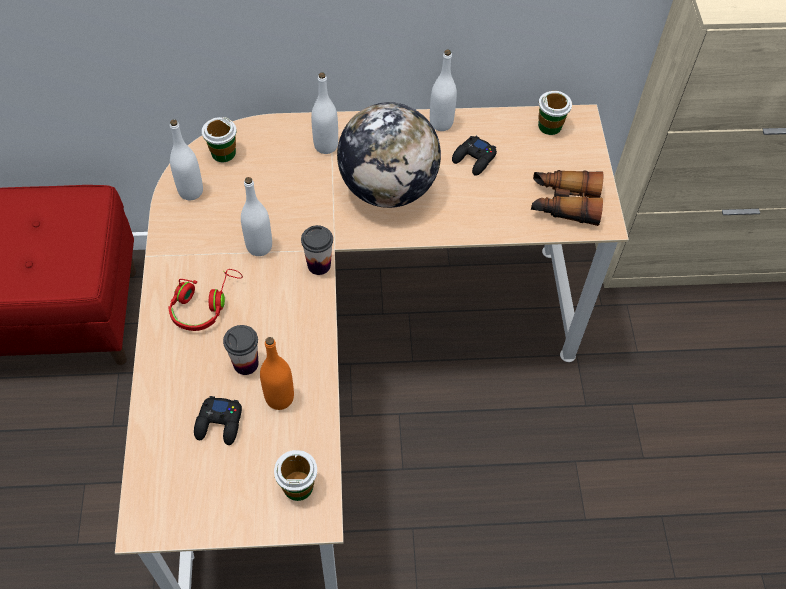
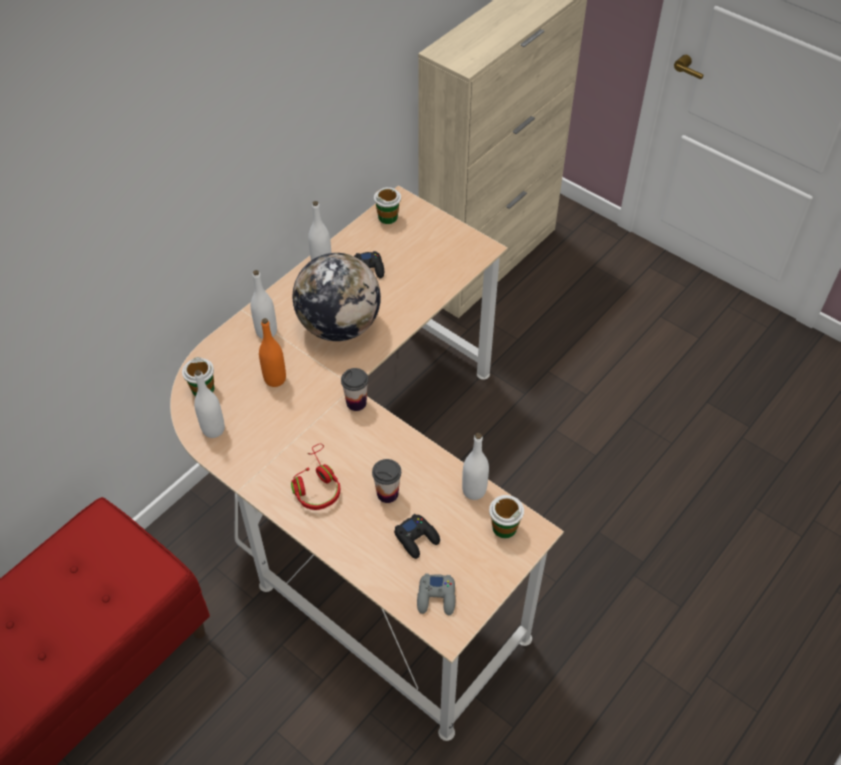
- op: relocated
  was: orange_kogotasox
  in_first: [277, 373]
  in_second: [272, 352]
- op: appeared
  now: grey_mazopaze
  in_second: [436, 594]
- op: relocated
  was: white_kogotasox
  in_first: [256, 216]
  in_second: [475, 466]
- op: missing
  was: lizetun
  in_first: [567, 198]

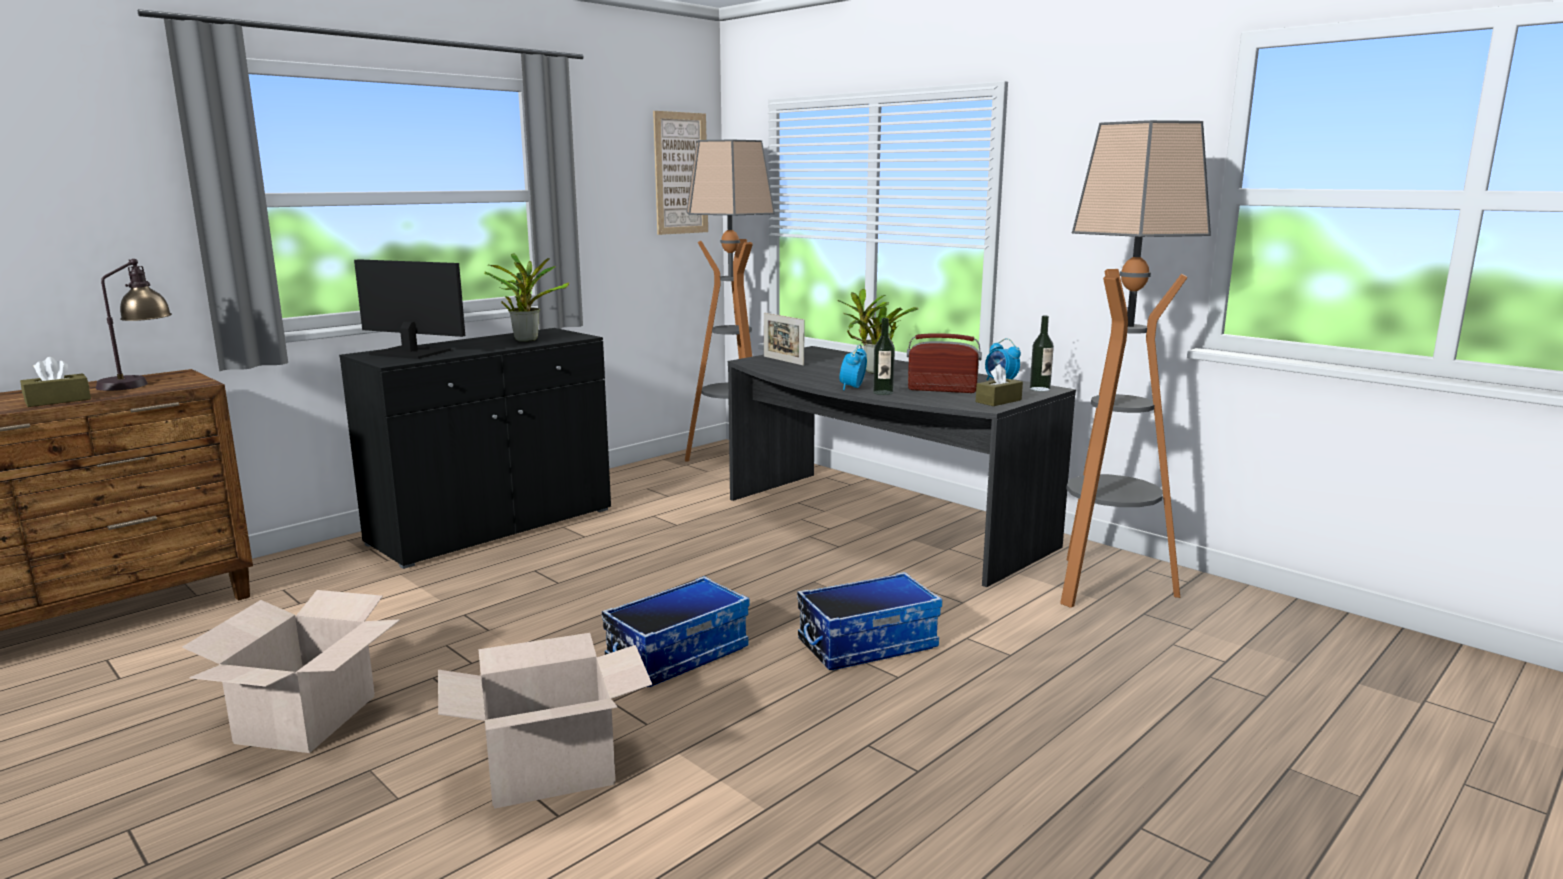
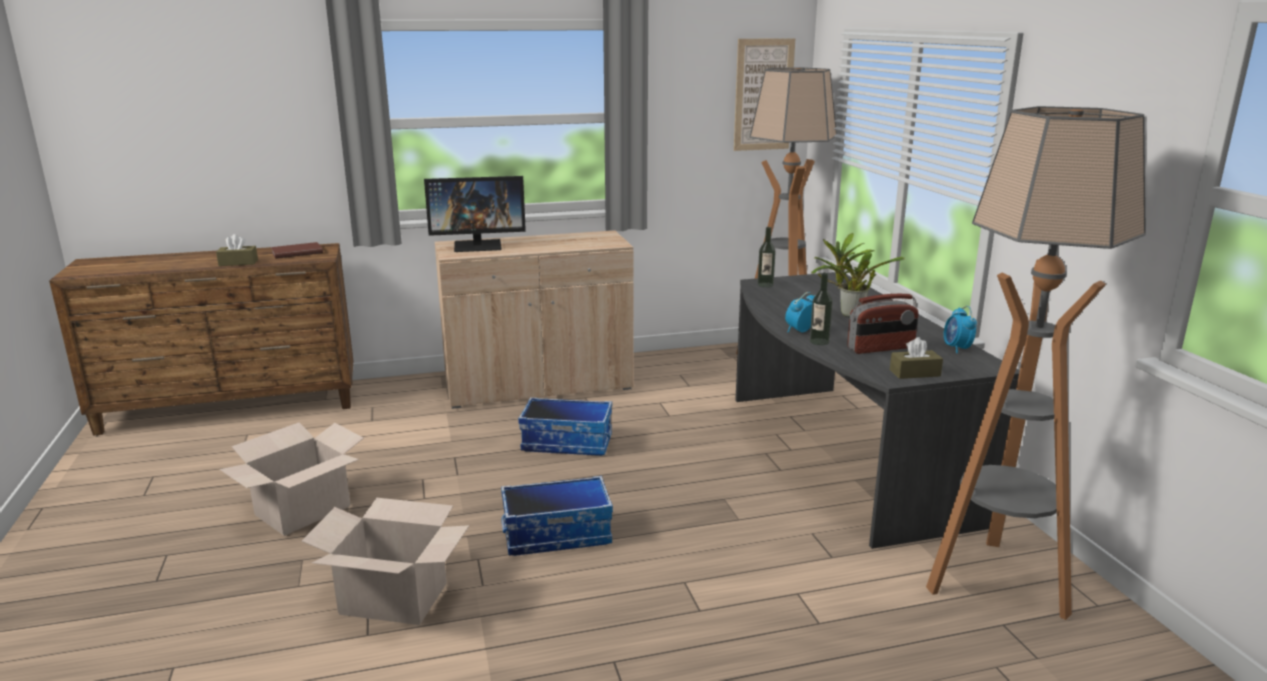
- op: exchanged
  was: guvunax
  now: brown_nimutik
  in_first: [134, 325]
  in_second: [297, 250]
- op: spun
  was: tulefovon
  in_first: [409, 309]
  in_second: [475, 214]
  clockwise: 120
- op: colour
  was: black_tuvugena
  now: beige_tuvugena
  in_first: [475, 448]
  in_second: [534, 319]
- op: relocated
  was: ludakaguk
  in_first: [869, 621]
  in_second: [565, 426]
- op: relocated
  was: kogotasox
  in_first: [1042, 353]
  in_second: [766, 257]
- op: spun
  was: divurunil
  in_first: [944, 363]
  in_second: [883, 324]
  clockwise: 120
- op: missing
  was: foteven
  in_first: [526, 297]
- op: missing
  was: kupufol
  in_first: [784, 339]

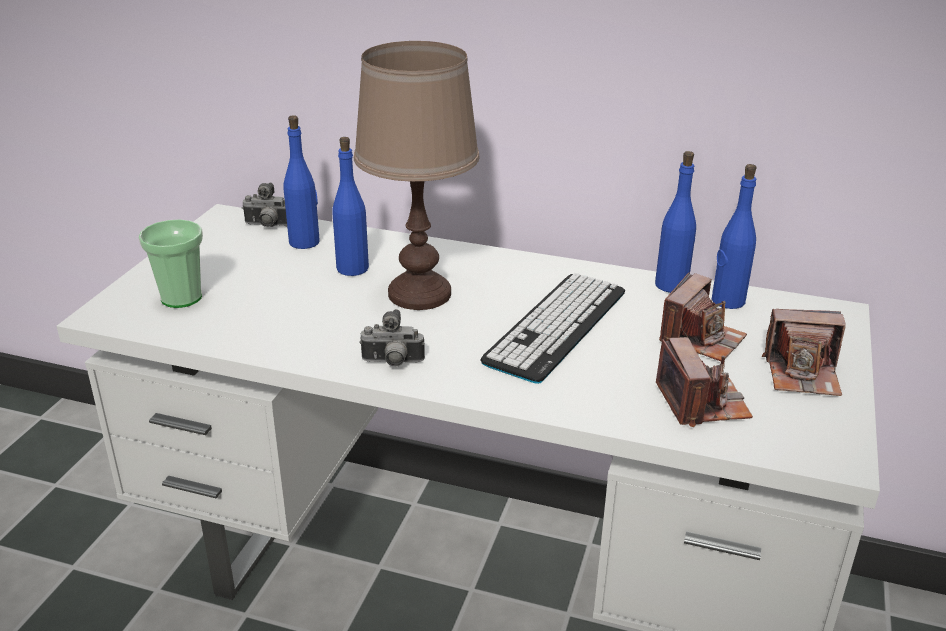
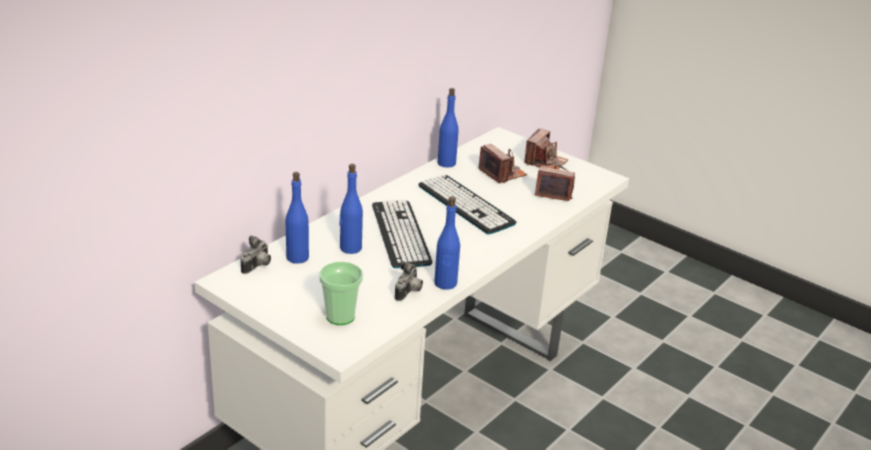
- op: exchanged
  was: brown_guvunax
  now: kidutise
  in_first: [417, 175]
  in_second: [402, 234]
- op: relocated
  was: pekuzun
  in_first: [392, 338]
  in_second: [409, 281]
- op: relocated
  was: blue_kogotasox
  in_first: [734, 236]
  in_second: [447, 243]

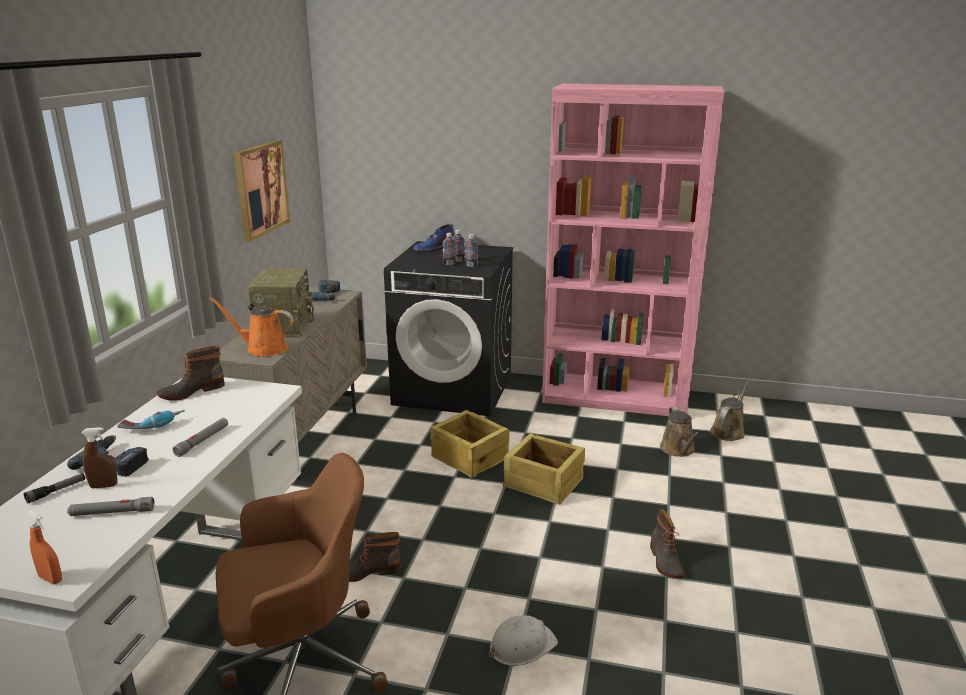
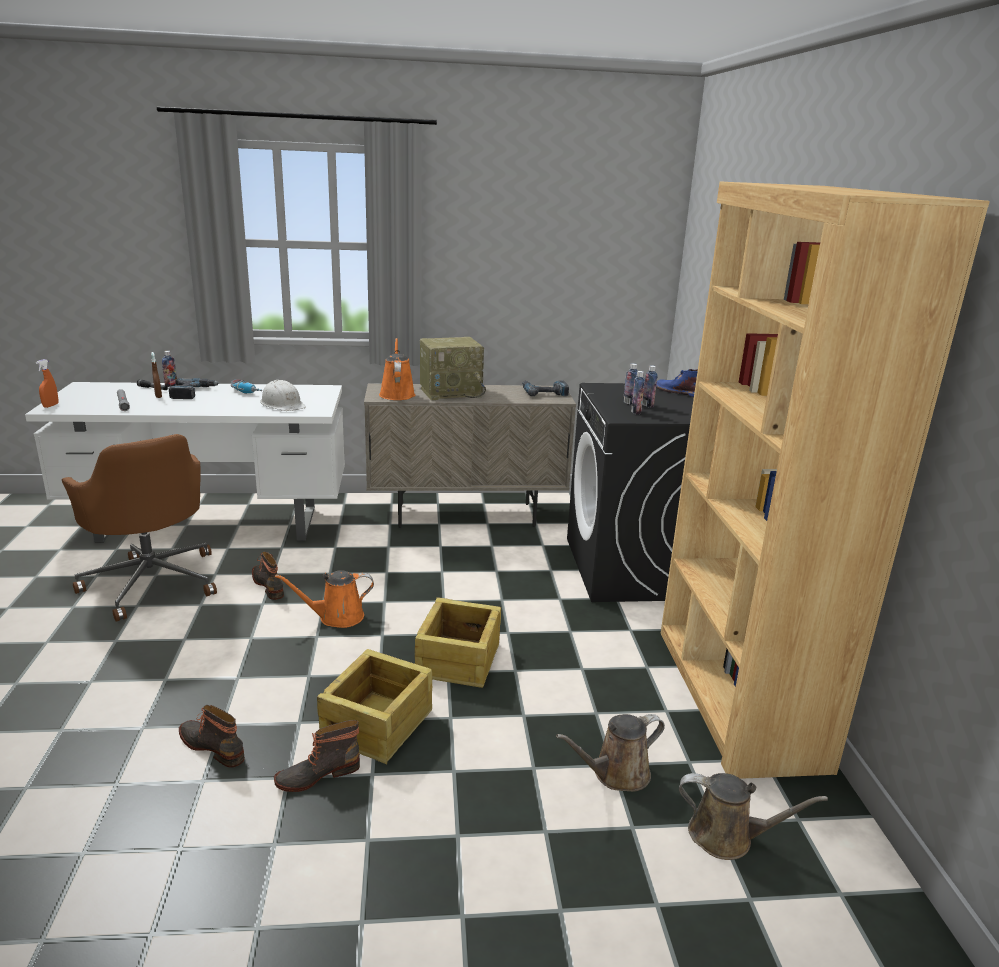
- op: appeared
  now: kogotasox
  in_second: [169, 369]
- op: relocated
  was: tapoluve
  in_first: [191, 373]
  in_second: [212, 736]
- op: relocated
  was: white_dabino
  in_first: [523, 640]
  in_second: [283, 395]
- op: appeared
  now: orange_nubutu
  in_second: [324, 599]
- op: relocated
  was: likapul
  in_first: [469, 444]
  in_second: [374, 706]
- op: colour
  was: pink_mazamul
  now: brown_mazamul
  in_first: [633, 249]
  in_second: [825, 480]
- op: missing
  was: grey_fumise
  in_first: [200, 437]
- op: missing
  was: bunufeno
  in_first: [262, 191]

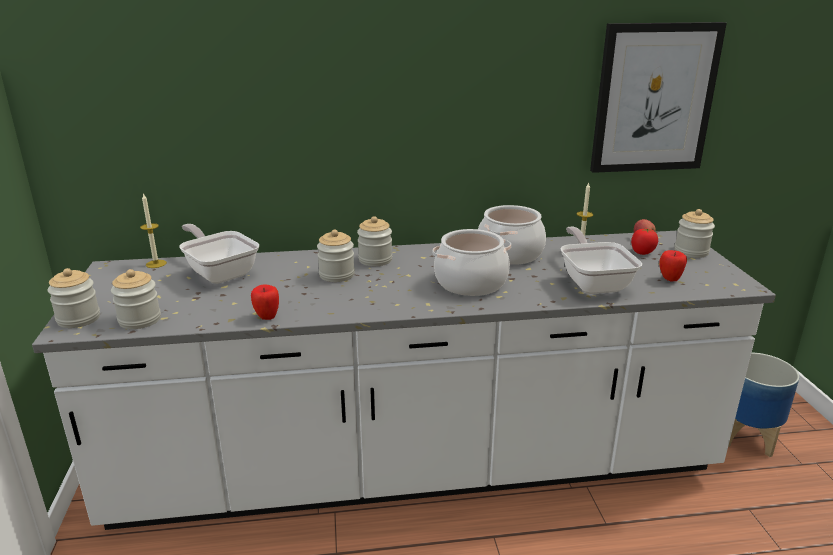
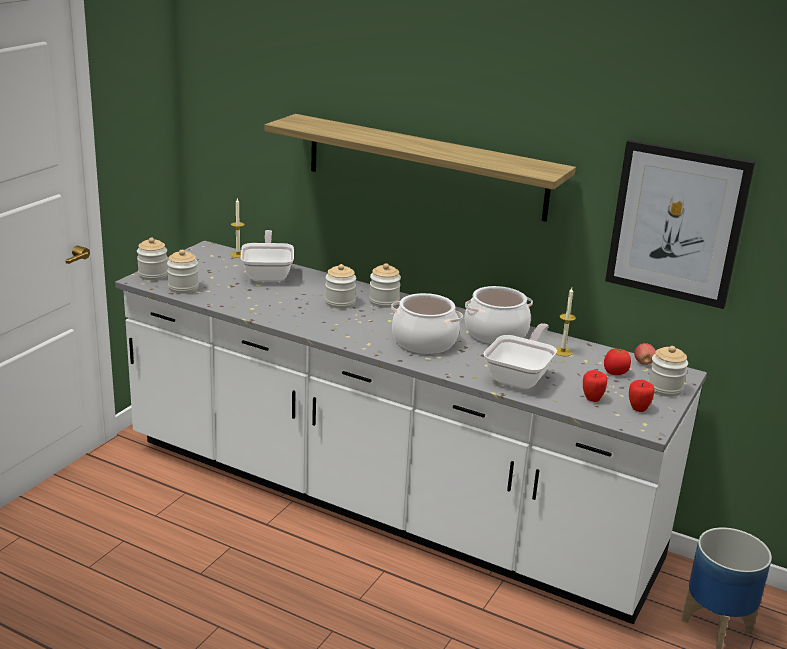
- op: appeared
  now: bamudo
  in_second: [420, 168]
- op: relocated
  was: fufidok
  in_first: [265, 302]
  in_second: [641, 396]

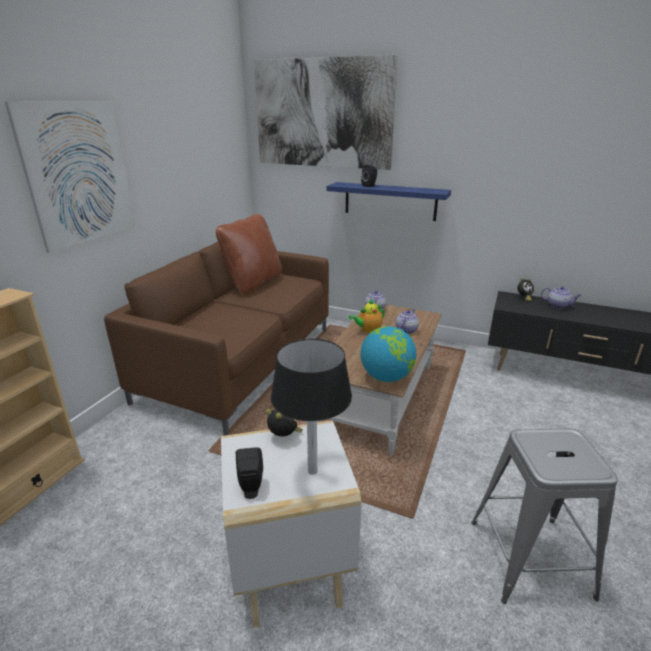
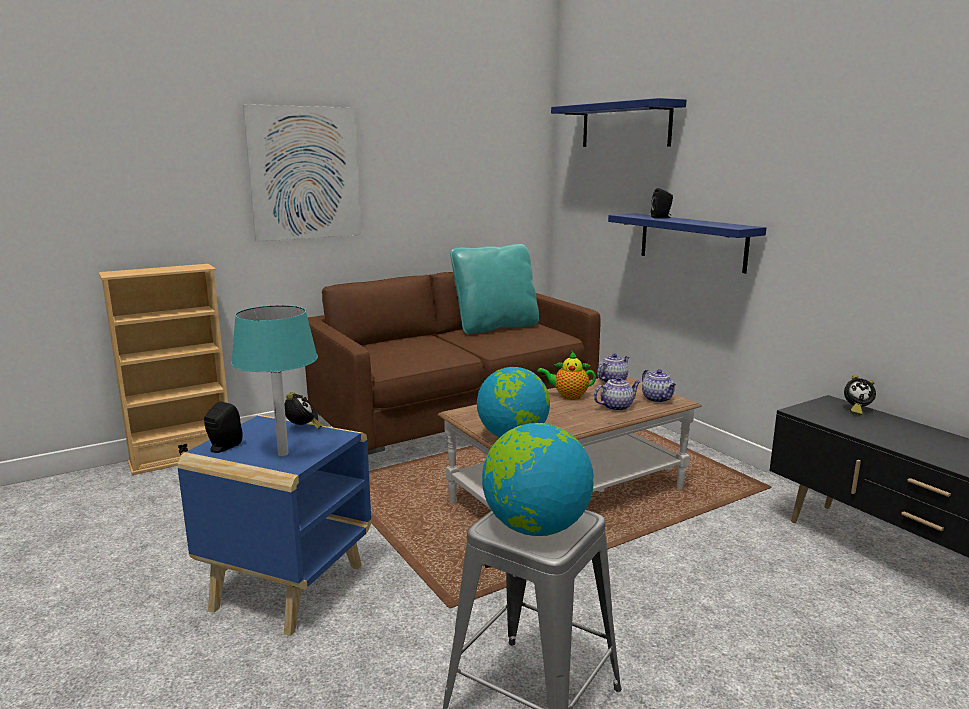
- op: colour
  was: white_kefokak
  now: blue_kefokak
  in_first: [291, 523]
  in_second: [274, 525]
- op: colour
  was: black_guvunax
  now: turquoise_guvunax
  in_first: [311, 407]
  in_second: [274, 380]
- op: colour
  was: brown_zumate
  now: turquoise_zumate
  in_first: [249, 254]
  in_second: [494, 289]
- op: appeared
  now: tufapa
  in_second: [538, 479]
- op: exchanged
  was: bunufeno
  now: blue_bamudo
  in_first: [326, 112]
  in_second: [618, 122]
- op: relocated
  was: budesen
  in_first: [561, 297]
  in_second: [659, 386]

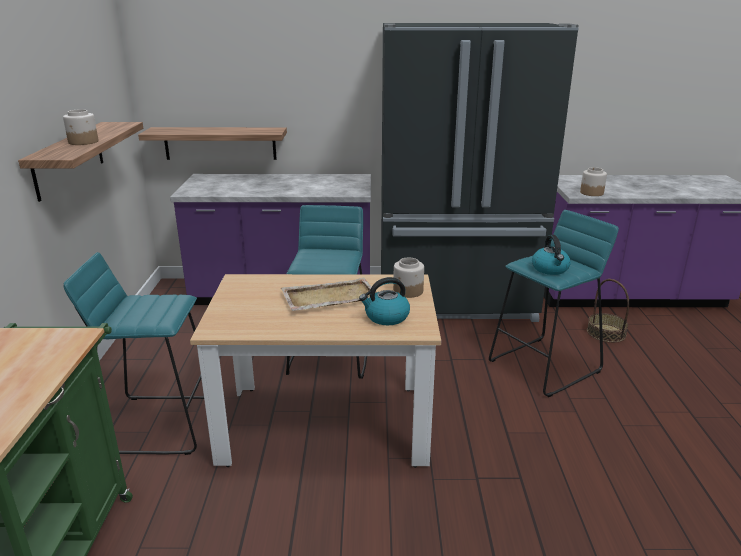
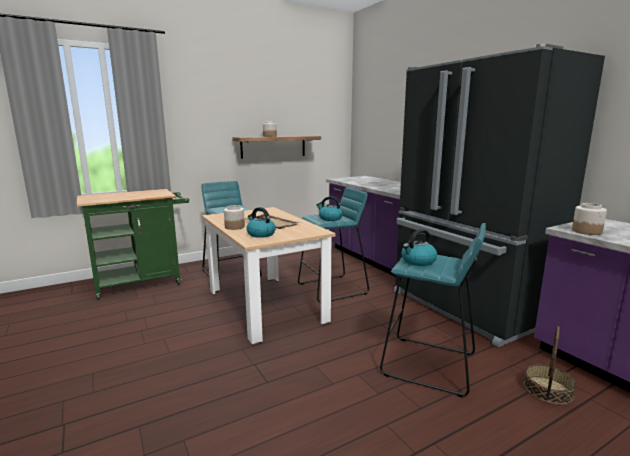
- op: relocated
  was: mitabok
  in_first: [408, 278]
  in_second: [234, 217]
- op: appeared
  now: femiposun
  in_second: [330, 208]
- op: missing
  was: bamudo
  in_first: [212, 143]

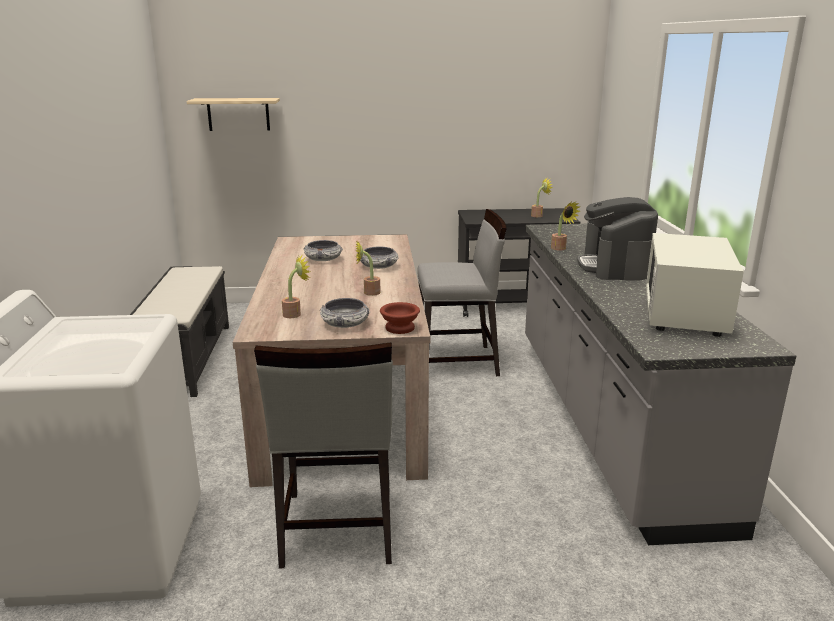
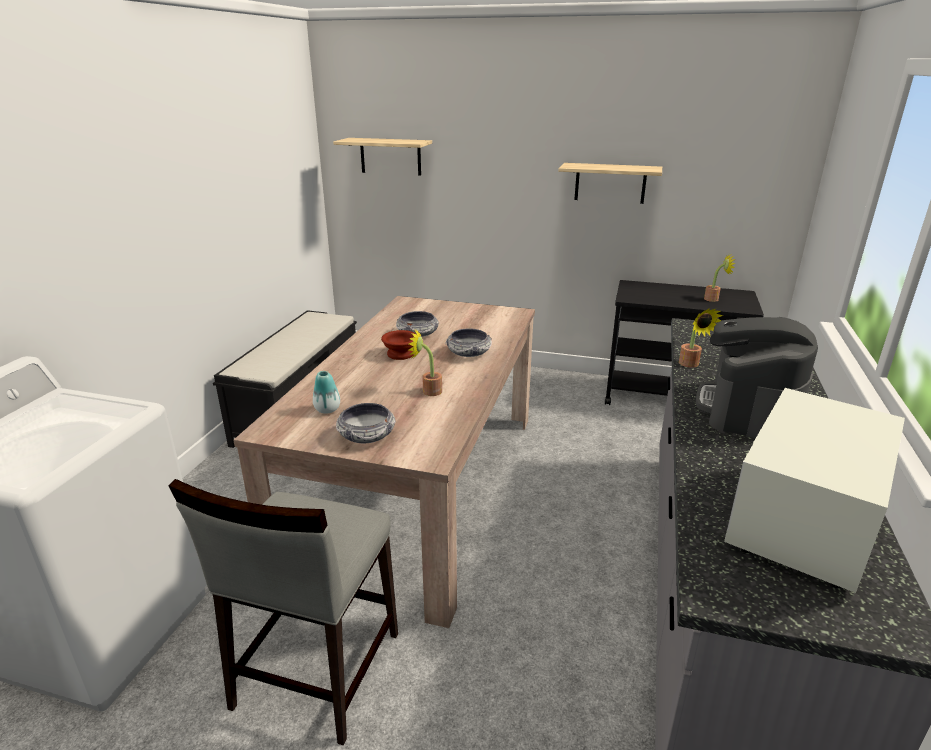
- op: exchanged
  was: foteven
  now: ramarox
  in_first: [296, 286]
  in_second: [326, 392]
- op: relocated
  was: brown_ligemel
  in_first: [400, 318]
  in_second: [398, 345]
- op: appeared
  now: bamudo
  in_second: [610, 183]
- op: missing
  was: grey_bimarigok
  in_first: [461, 292]

